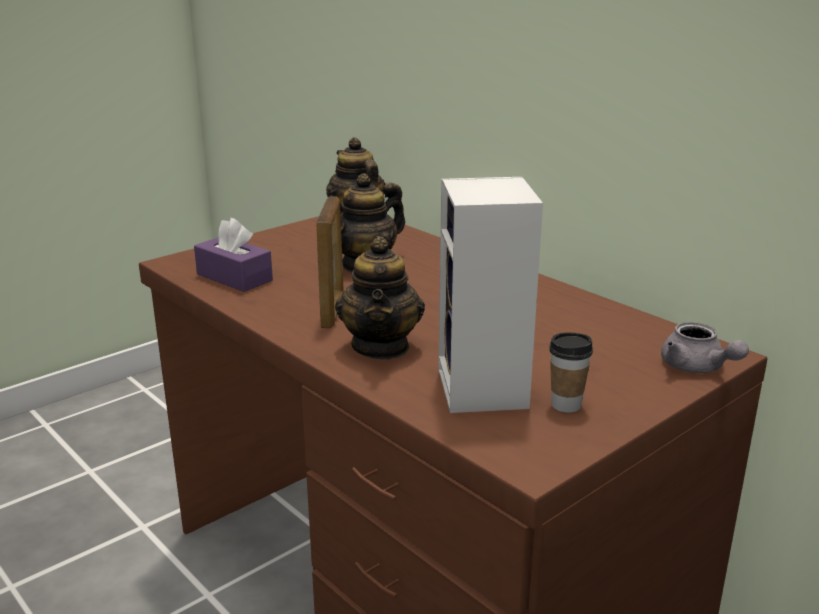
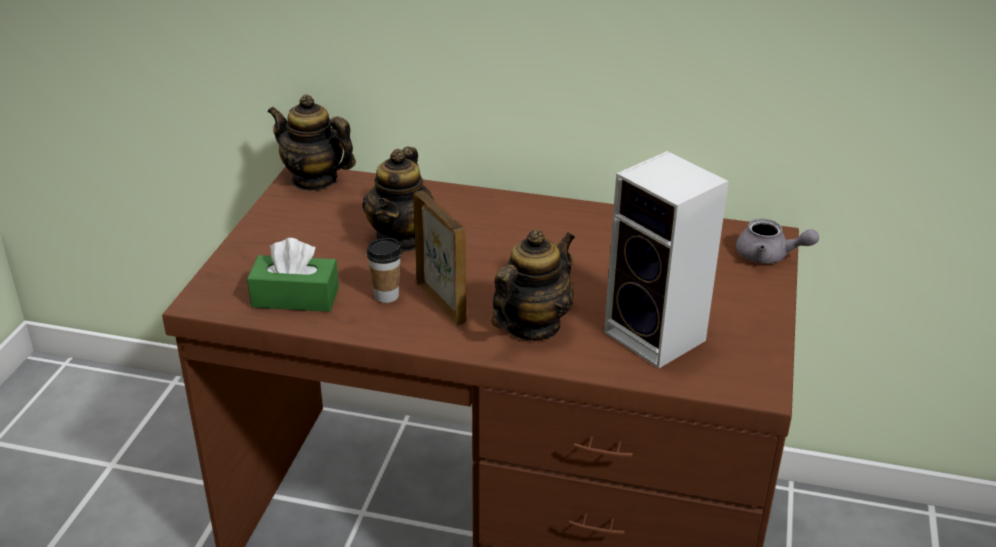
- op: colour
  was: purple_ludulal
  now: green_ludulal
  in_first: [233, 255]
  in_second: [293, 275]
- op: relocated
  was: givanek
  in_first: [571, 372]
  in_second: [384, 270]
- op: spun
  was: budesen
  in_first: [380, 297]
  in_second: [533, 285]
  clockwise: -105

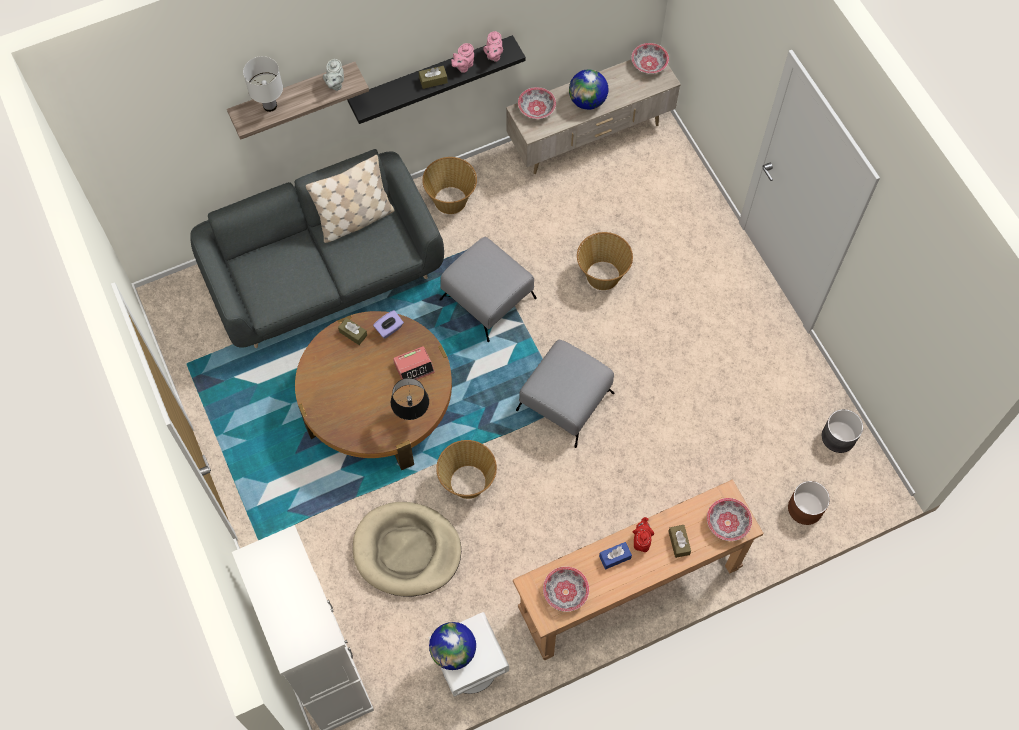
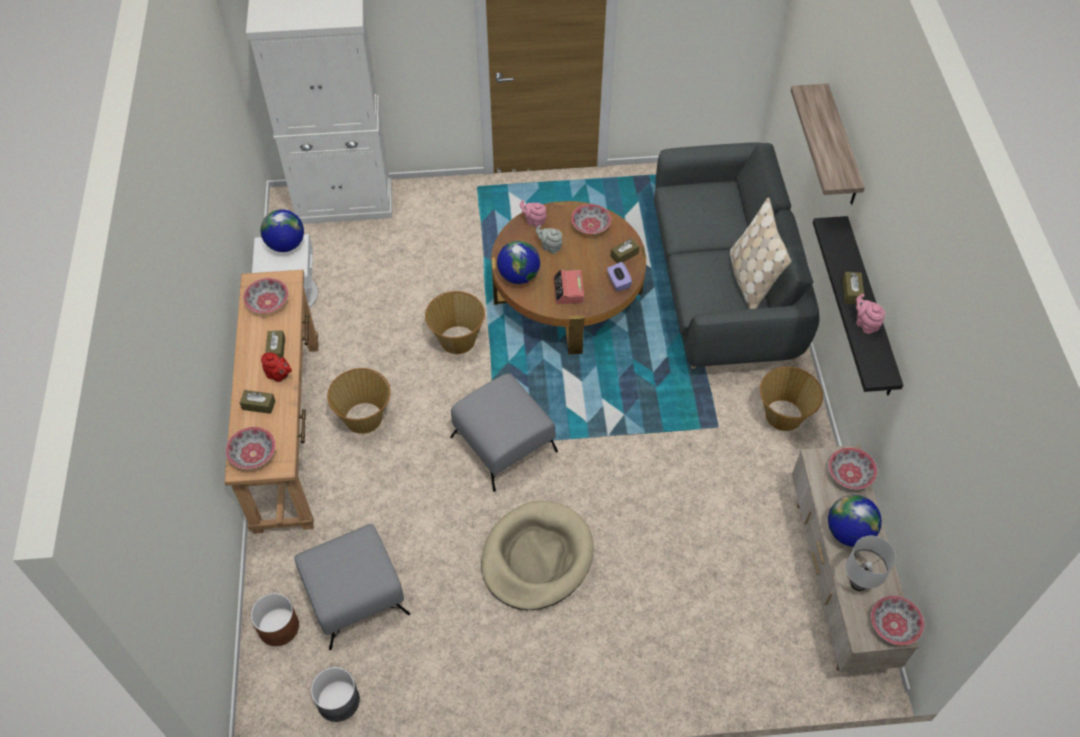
- op: colour
  was: blue_ludulal
  now: brown_ludulal
  in_first: [615, 555]
  in_second: [275, 344]
- op: relocated
  was: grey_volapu
  in_first: [488, 289]
  in_second: [352, 587]
- op: relocated
  was: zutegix
  in_first: [605, 261]
  in_second: [359, 401]
- op: relocated
  was: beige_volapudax
  in_first: [407, 549]
  in_second: [537, 555]
- op: exchanged
  was: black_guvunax
  now: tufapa
  in_first: [410, 399]
  in_second: [518, 262]
- op: relocated
  was: pink_budesen
  in_first: [493, 46]
  in_second: [533, 214]
- op: relocated
  was: grey_budesen
  in_first: [333, 75]
  in_second: [549, 239]
- op: appeared
  now: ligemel
  in_second: [591, 219]
- op: relocated
  was: white_guvunax
  in_first: [263, 84]
  in_second: [871, 563]

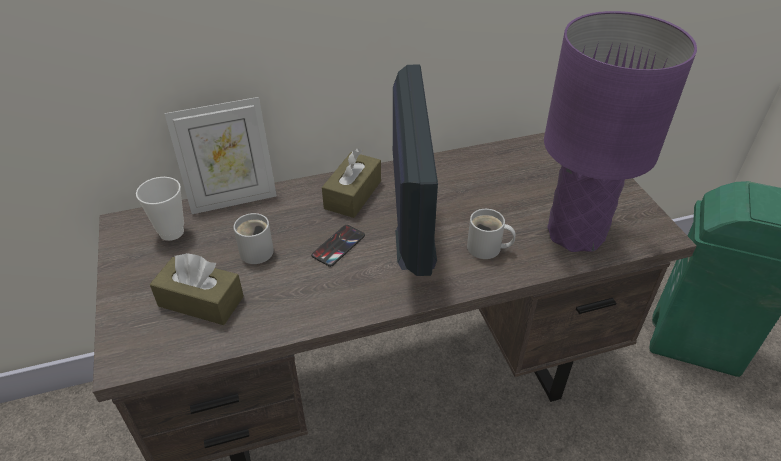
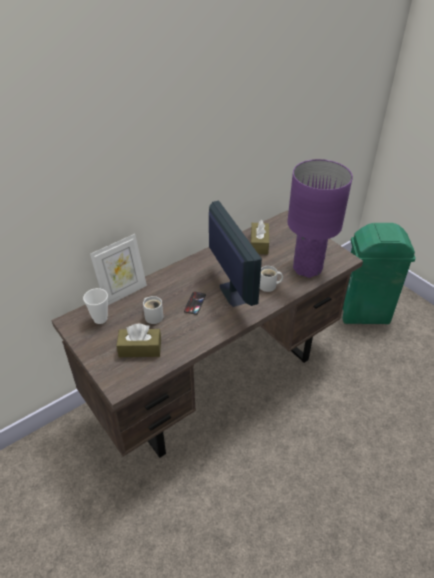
- op: relocated
  was: brown_ludulal
  in_first: [351, 183]
  in_second: [260, 236]

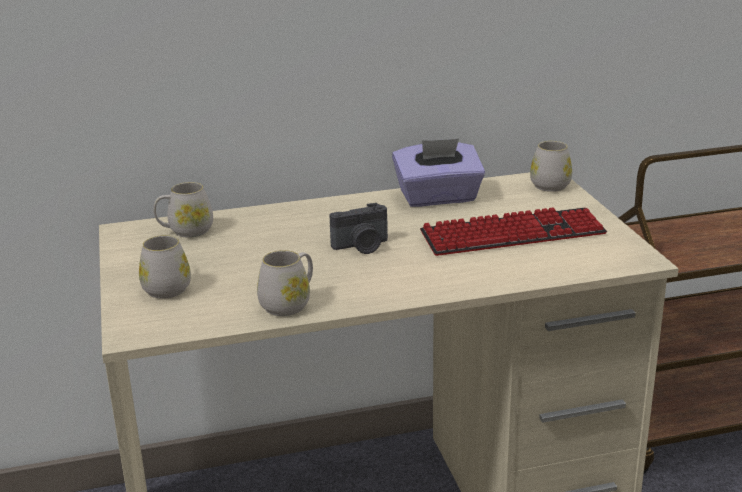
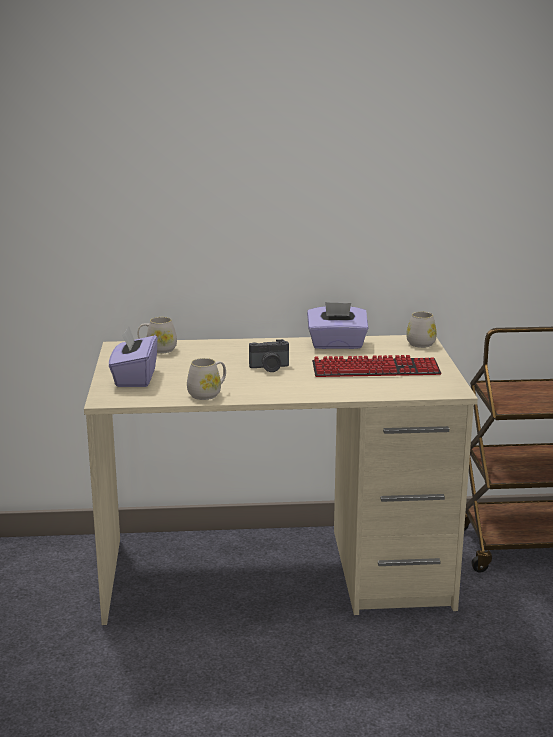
- op: exchanged
  was: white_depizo
  now: purple_ludulal
  in_first: [165, 267]
  in_second: [133, 356]

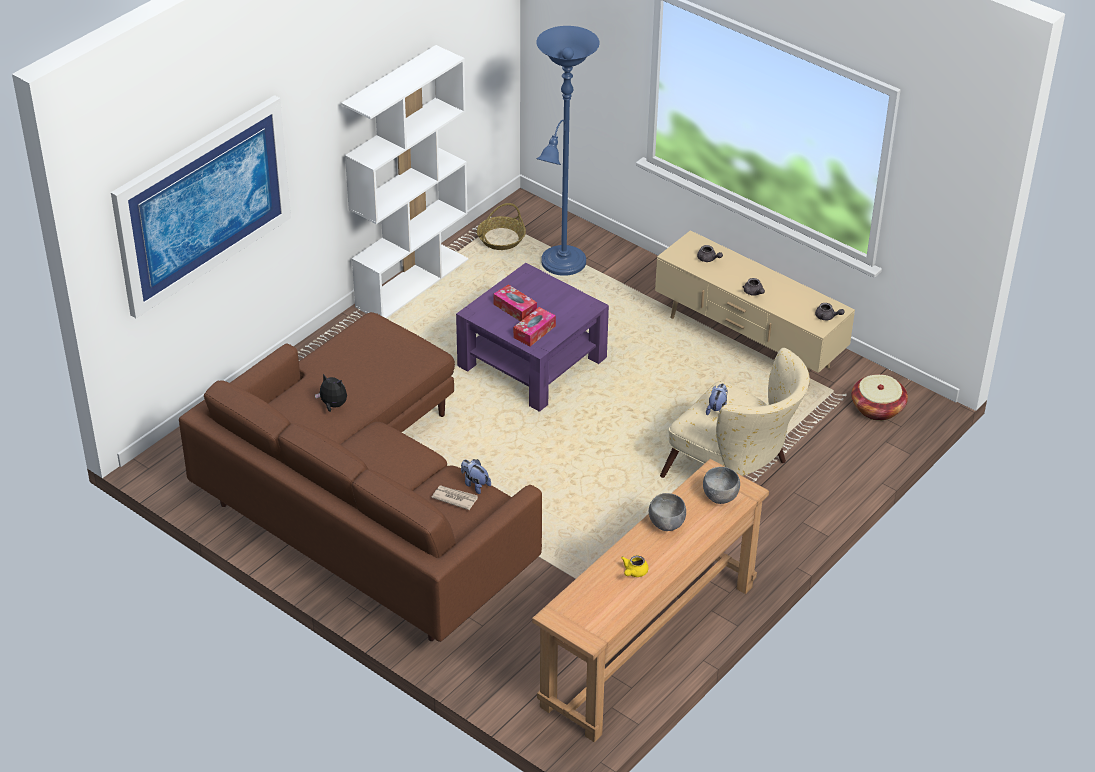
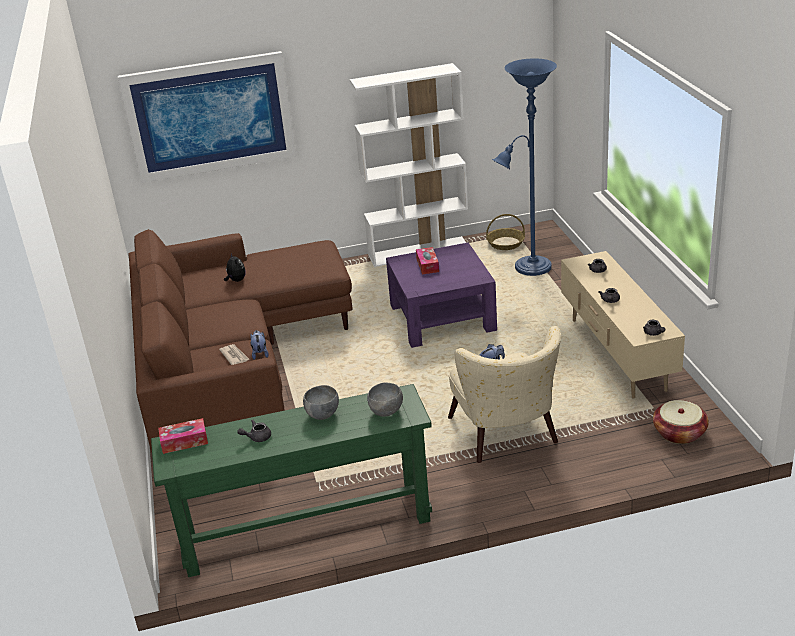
- op: colour
  was: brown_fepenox
  now: green_fepenox
  in_first: [650, 600]
  in_second: [291, 480]
- op: relocated
  was: ludulal
  in_first: [534, 326]
  in_second: [183, 436]
- op: colour
  was: yellow_budesen
  now: grey_budesen
  in_first: [635, 566]
  in_second: [254, 431]

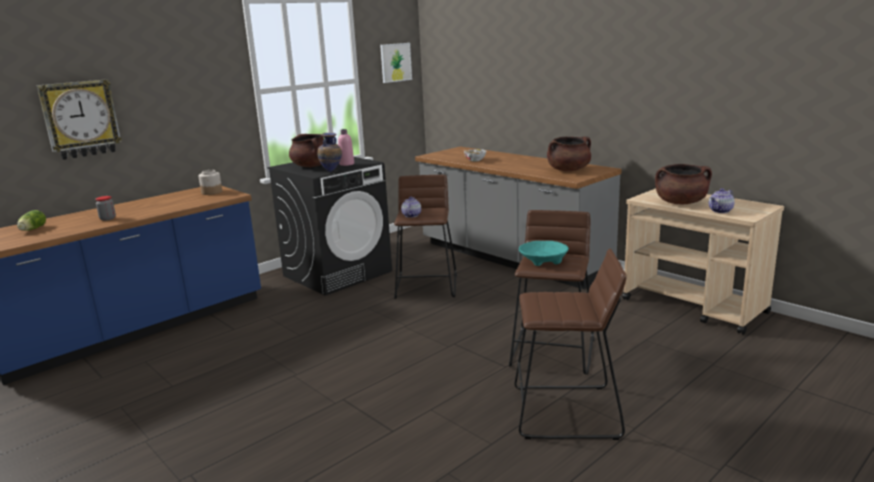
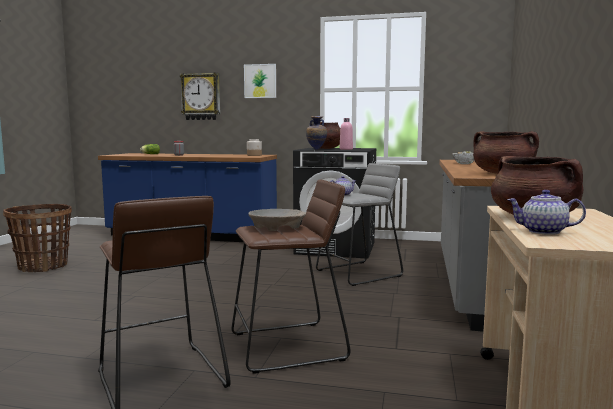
- op: appeared
  now: zutegix
  in_second: [37, 238]
- op: relocated
  was: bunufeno
  in_first: [396, 63]
  in_second: [260, 81]
- op: colour
  was: turquoise_ligemel
  now: beige_ligemel
  in_first: [544, 253]
  in_second: [277, 220]
- op: colour
  was: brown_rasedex
  now: grey_rasedex
  in_first: [425, 237]
  in_second: [359, 224]

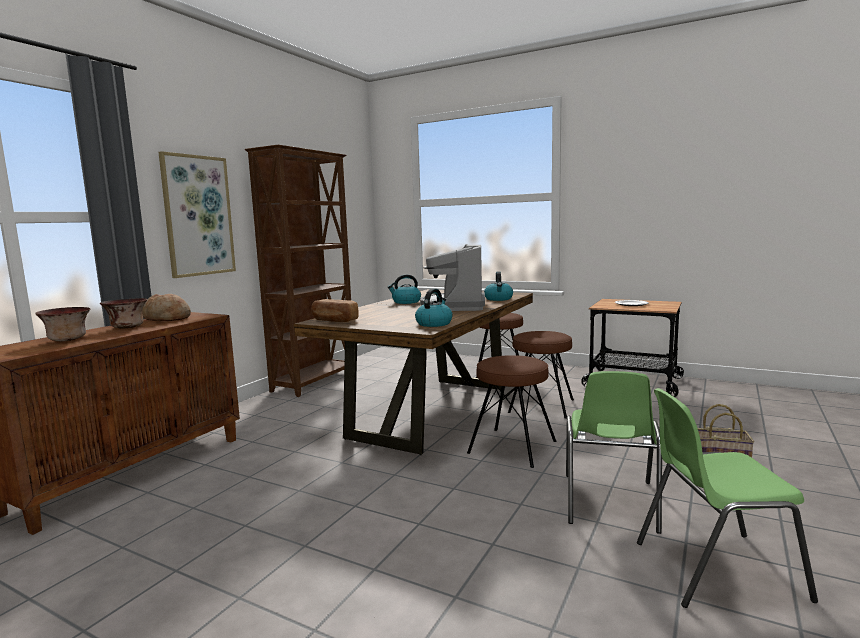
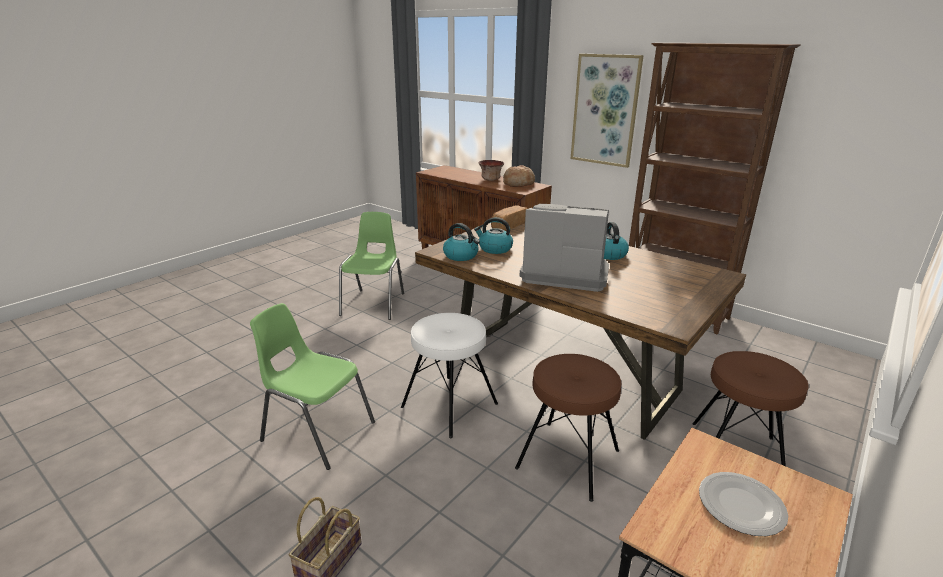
- op: relocated
  was: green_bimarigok
  in_first: [727, 498]
  in_second: [371, 266]
- op: colour
  was: brown_rasedex
  now: white_rasedex
  in_first: [511, 411]
  in_second: [449, 375]
- op: relocated
  was: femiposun
  in_first: [498, 286]
  in_second: [493, 235]
- op: missing
  was: ligemel
  in_first: [62, 324]

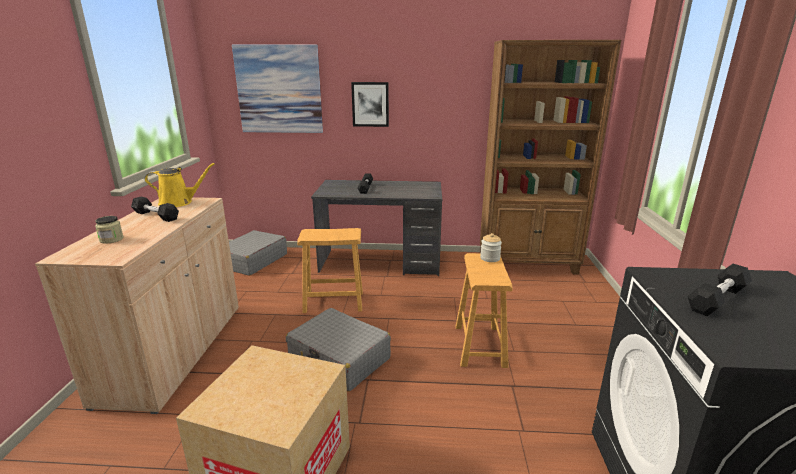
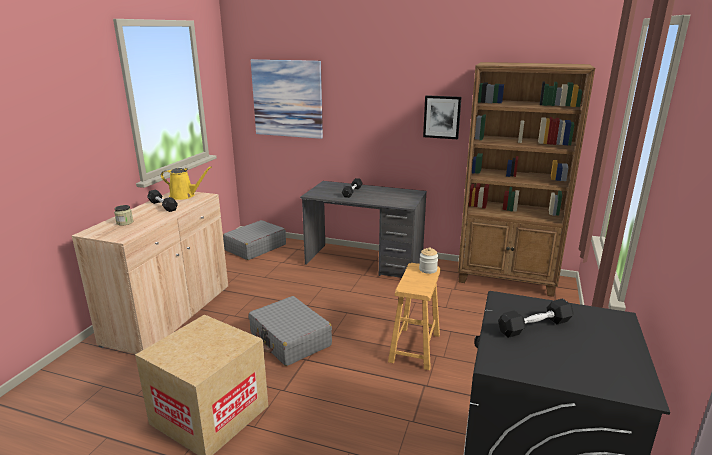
- op: relocated
  was: bunufeno
  in_first: [370, 104]
  in_second: [442, 117]
- op: missing
  was: brown_rasedex
  in_first: [330, 270]

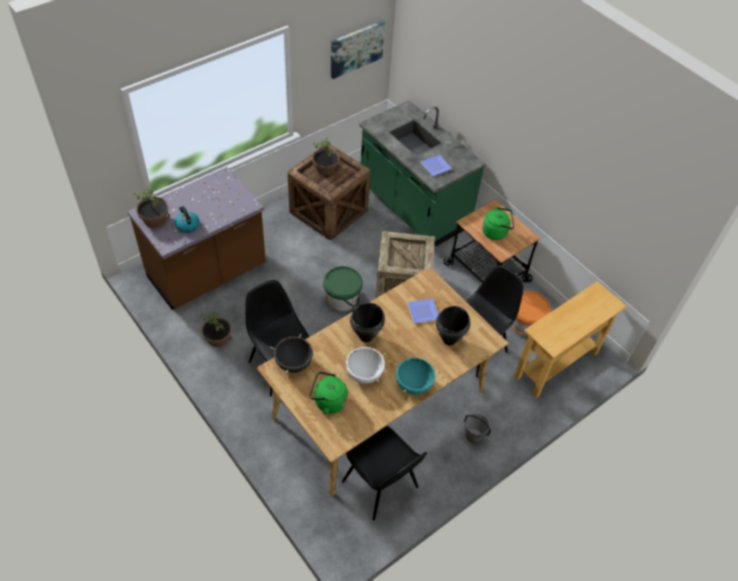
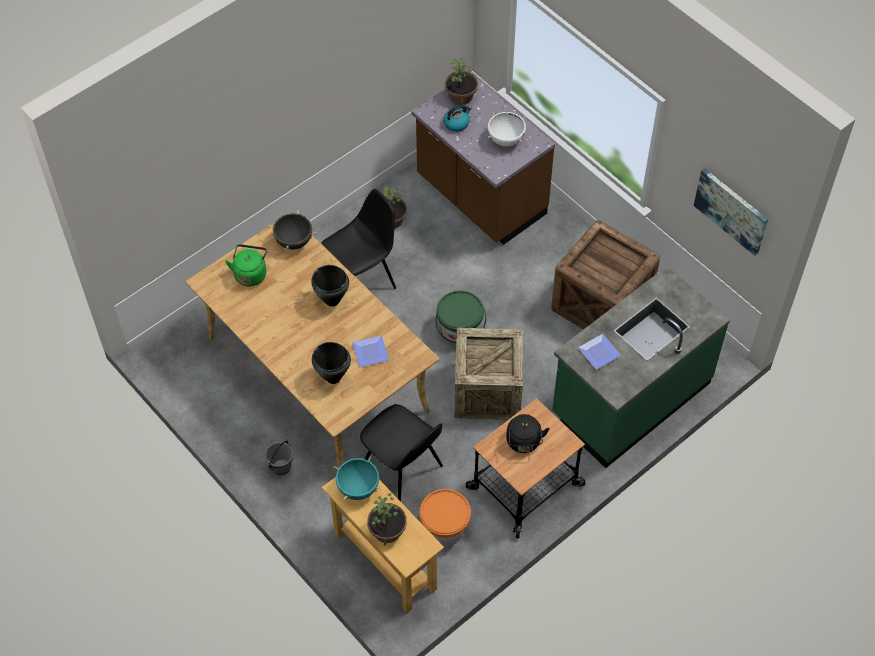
- op: relocated
  was: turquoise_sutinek
  in_first: [416, 376]
  in_second: [357, 478]
- op: relocated
  was: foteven
  in_first: [325, 157]
  in_second: [387, 519]
- op: relocated
  was: white_sutinek
  in_first: [365, 365]
  in_second: [507, 129]
- op: colour
  was: green_femiposun
  now: black_femiposun
  in_first: [498, 223]
  in_second: [527, 433]
- op: missing
  was: black_bimarigok
  in_first: [384, 473]

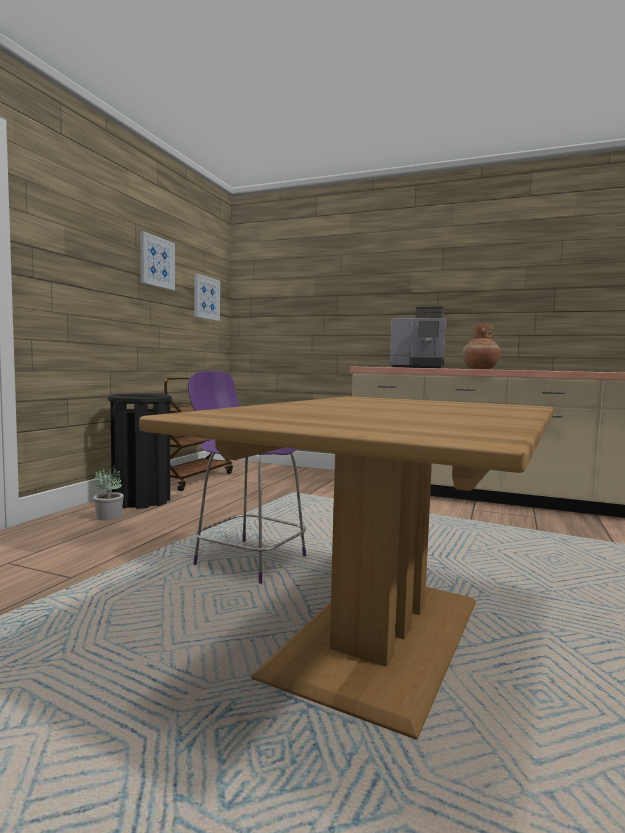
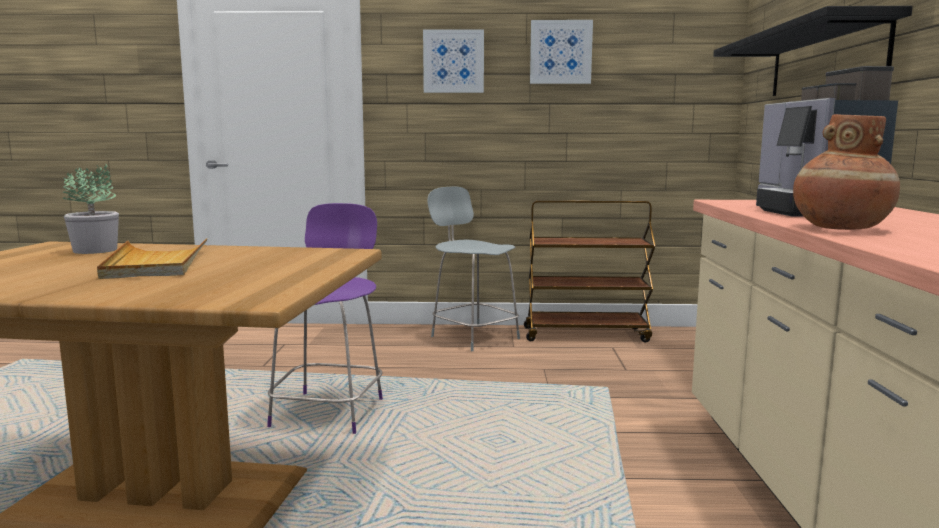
- op: relocated
  was: foteven
  in_first: [108, 493]
  in_second: [91, 208]
- op: appeared
  now: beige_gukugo
  in_second: [152, 258]
- op: relocated
  was: bunufeno
  in_first: [207, 297]
  in_second: [453, 61]
- op: exchanged
  was: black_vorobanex
  now: grey_bimarigok
  in_first: [140, 451]
  in_second: [473, 269]
- op: appeared
  now: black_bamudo
  in_second: [813, 51]

